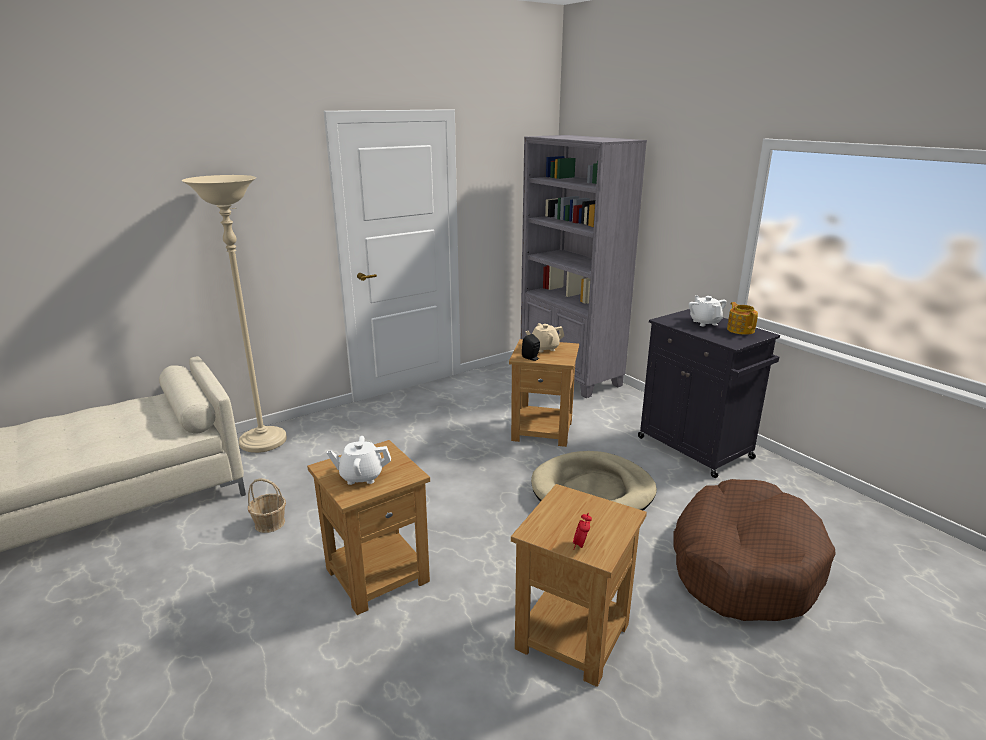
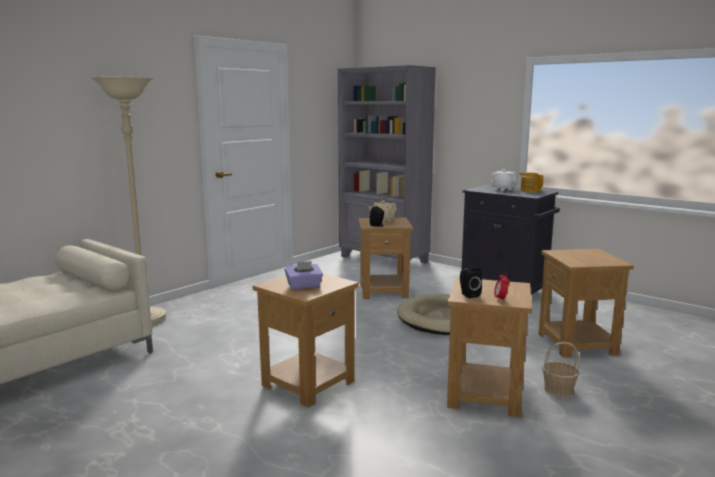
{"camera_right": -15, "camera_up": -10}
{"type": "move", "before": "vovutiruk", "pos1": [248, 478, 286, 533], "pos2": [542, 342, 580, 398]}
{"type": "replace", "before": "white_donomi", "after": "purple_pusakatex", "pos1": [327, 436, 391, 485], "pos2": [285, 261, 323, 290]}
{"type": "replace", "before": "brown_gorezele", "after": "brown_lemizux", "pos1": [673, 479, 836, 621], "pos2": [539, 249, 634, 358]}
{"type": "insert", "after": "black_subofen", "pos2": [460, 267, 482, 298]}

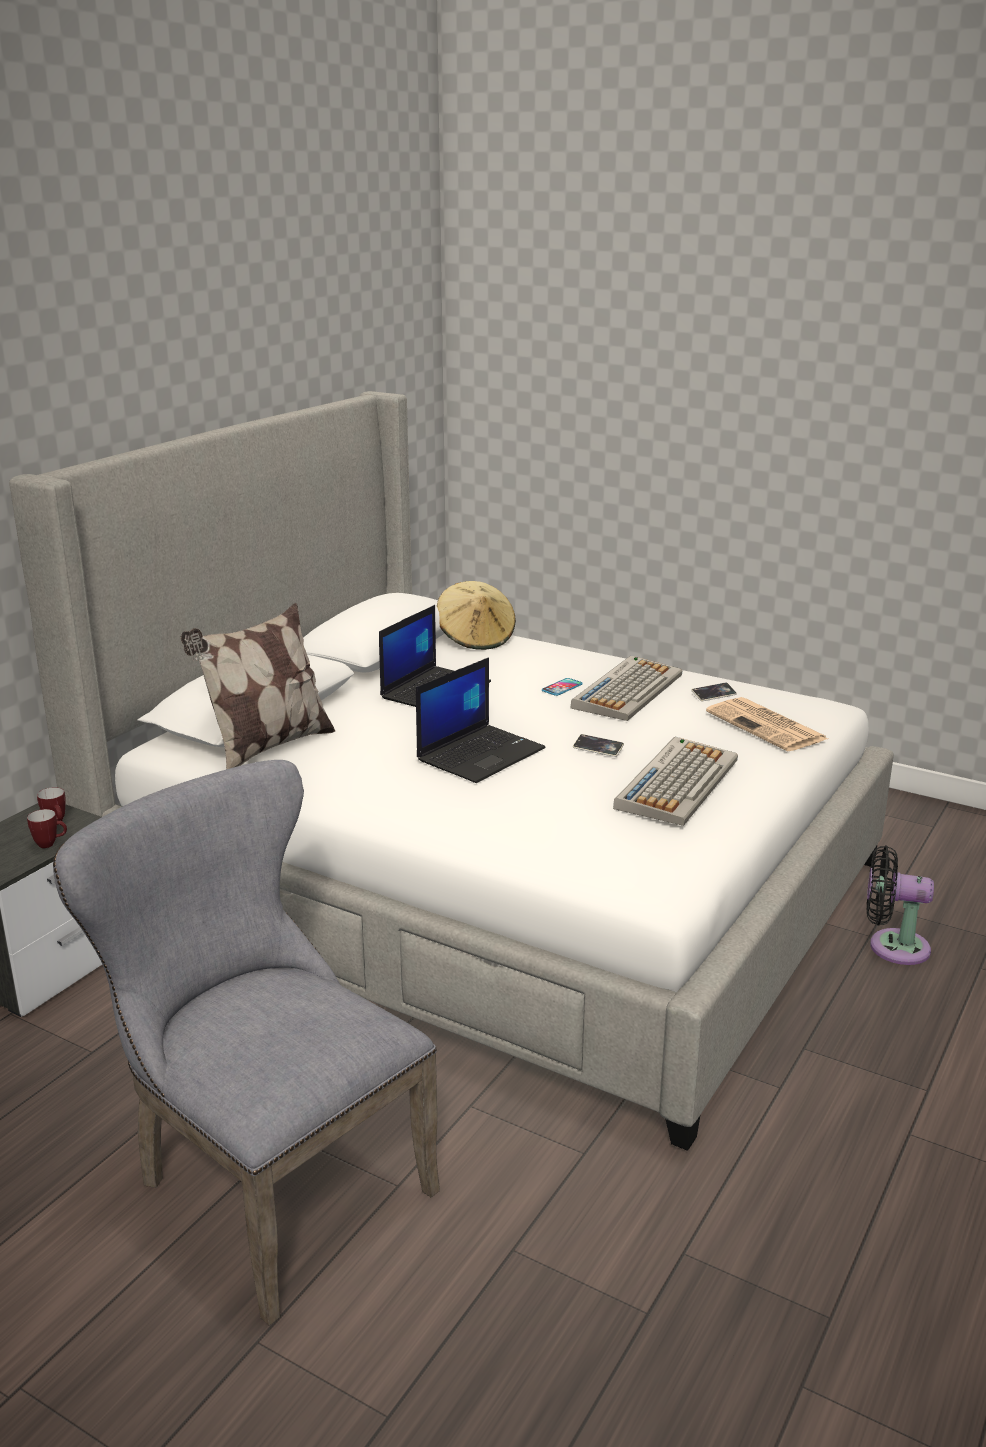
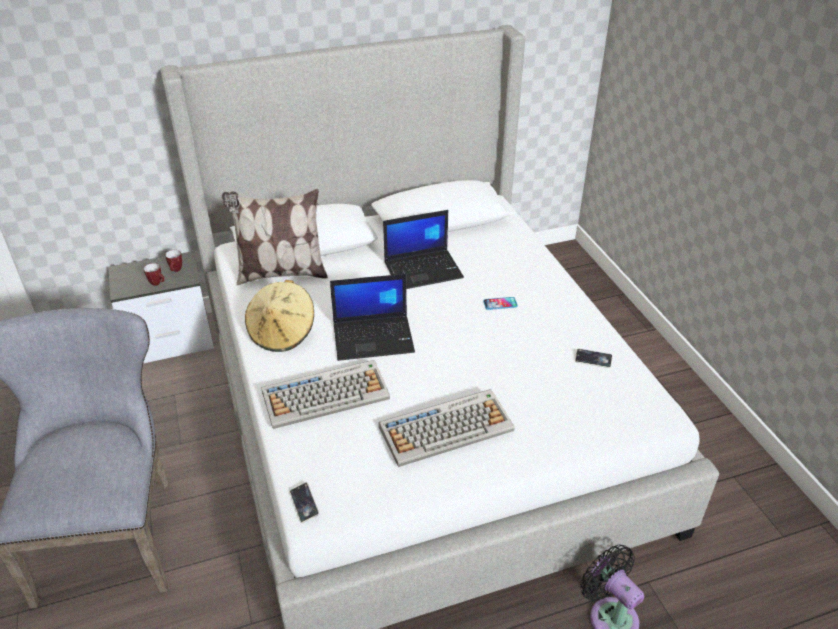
{"camera_right": 40, "camera_up": 15}
{"type": "move", "before": "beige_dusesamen", "pos1": [437, 581, 516, 650], "pos2": [245, 280, 314, 352]}
{"type": "move", "before": "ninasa", "pos1": [571, 656, 682, 721], "pos2": [261, 360, 390, 429]}
{"type": "move", "before": "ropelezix", "pos1": [573, 734, 624, 757], "pos2": [290, 482, 319, 523]}
{"type": "delete", "before": "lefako", "pos1": [706, 697, 828, 751]}

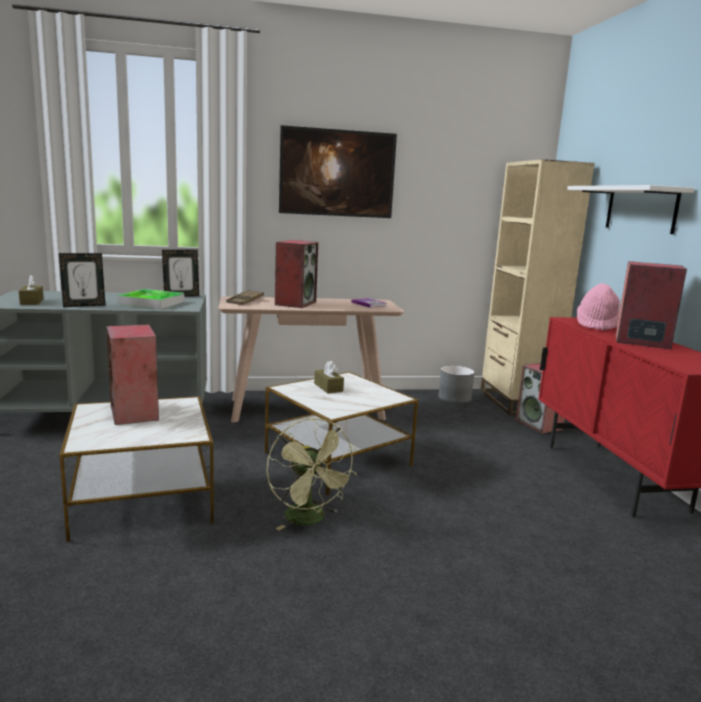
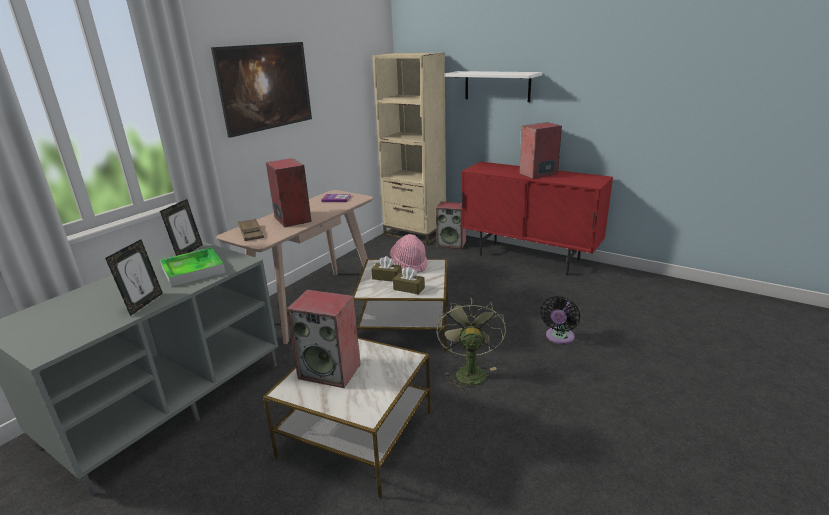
{"camera_right": -45, "camera_up": 10}
{"type": "move", "before": "brown_pusakatex", "pos1": [19, 275, 44, 305], "pos2": [393, 267, 425, 295]}
{"type": "rotate", "before": "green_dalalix", "pos1": [266, 418, 357, 530], "pos2": [437, 297, 506, 392], "turn": -105}
{"type": "delete", "before": "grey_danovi", "pos1": [438, 366, 475, 403]}
{"type": "move", "before": "pink_dusesamen", "pos1": [577, 284, 620, 331], "pos2": [390, 234, 427, 273]}
{"type": "insert", "after": "black_dalalix", "pos2": [540, 296, 580, 344]}

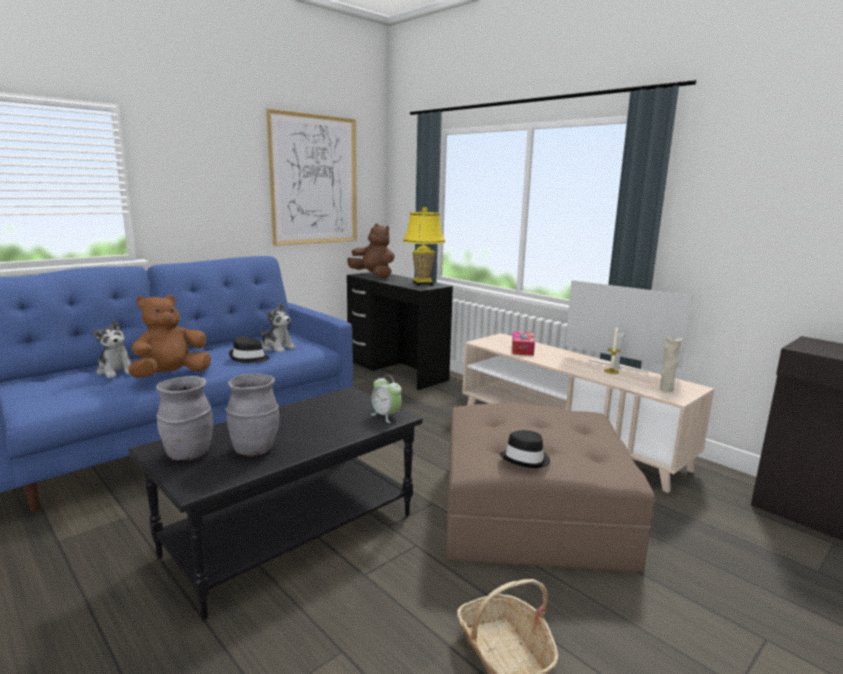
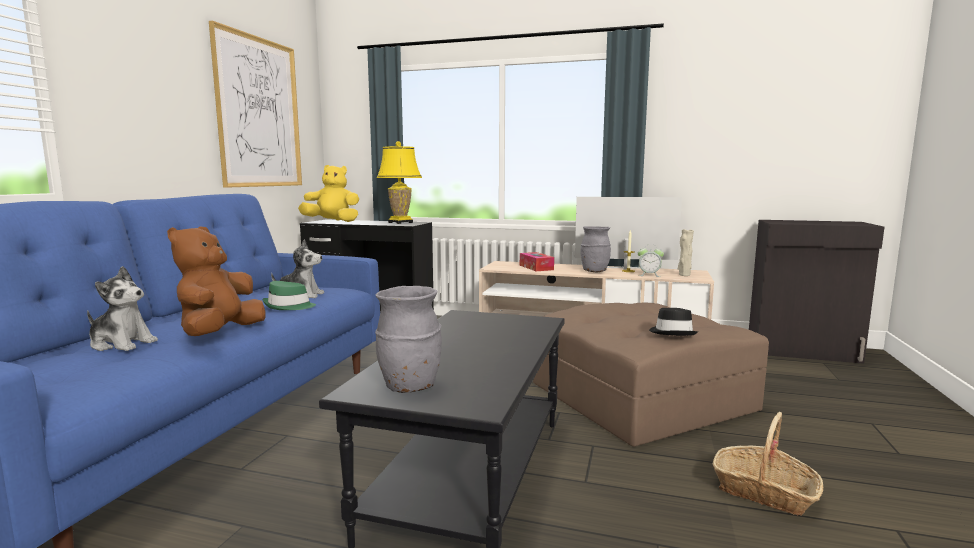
{"camera_right": -30, "camera_up": -5}
{"type": "move", "before": "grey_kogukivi", "pos1": [225, 374, 279, 457], "pos2": [580, 226, 611, 272]}
{"type": "recolor", "before": "black_dusesamen", "after": "green_dusesamen", "pos1": [229, 336, 270, 363], "pos2": [263, 281, 316, 310]}
{"type": "recolor", "before": "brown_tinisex", "after": "yellow_tinisex", "pos1": [347, 224, 395, 278], "pos2": [298, 165, 359, 222]}
{"type": "move", "before": "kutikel", "pos1": [371, 375, 402, 423], "pos2": [638, 244, 664, 277]}

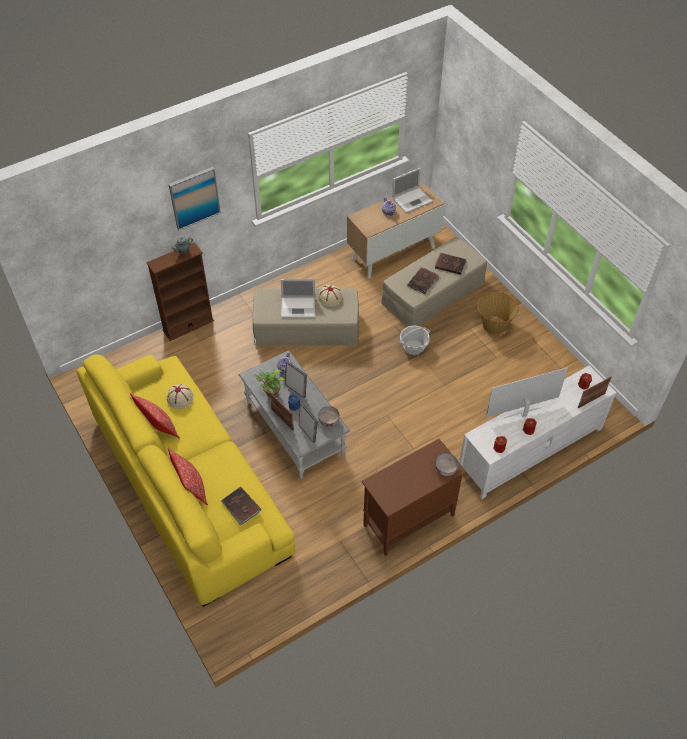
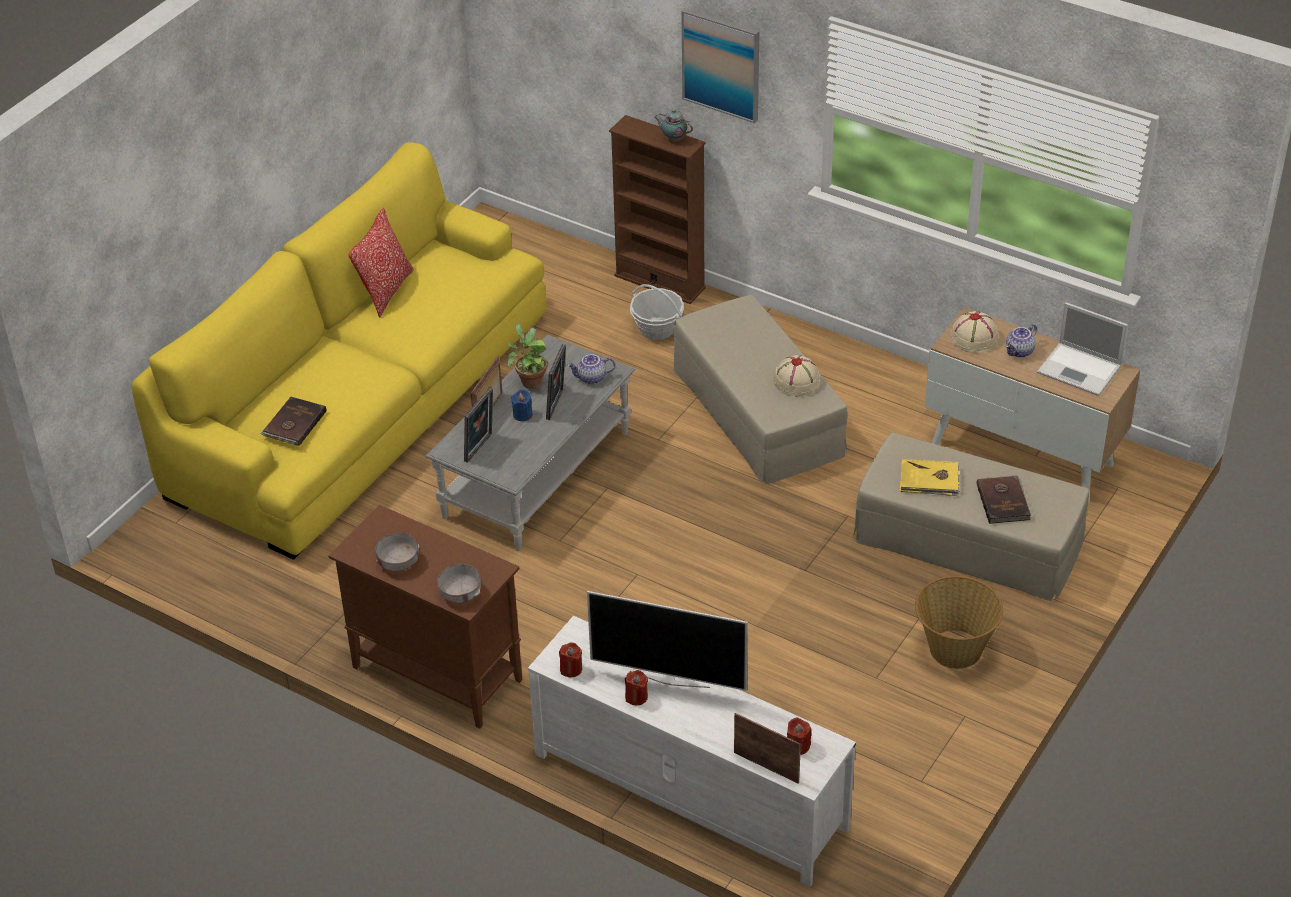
{"camera_right": 65, "camera_up": -10}
{"type": "move", "before": "beige_dusesamen", "pos1": [167, 384, 194, 409], "pos2": [950, 311, 999, 353]}
{"type": "delete", "before": "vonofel", "pos1": [168, 448, 208, 505]}
{"type": "delete", "before": "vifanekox", "pos1": [281, 279, 315, 317]}
{"type": "move", "before": "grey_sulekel", "pos1": [318, 406, 340, 427], "pos2": [375, 533, 420, 571]}
{"type": "move", "before": "vovutiruk", "pos1": [399, 325, 430, 355], "pos2": [630, 284, 684, 340]}
{"type": "recolor", "before": "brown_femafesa", "after": "yellow_femafesa", "pos1": [408, 267, 439, 294], "pos2": [900, 459, 960, 496]}
{"type": "rotate", "before": "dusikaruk", "pos1": [486, 367, 568, 418], "pos2": [587, 591, 748, 691], "turn": 150}

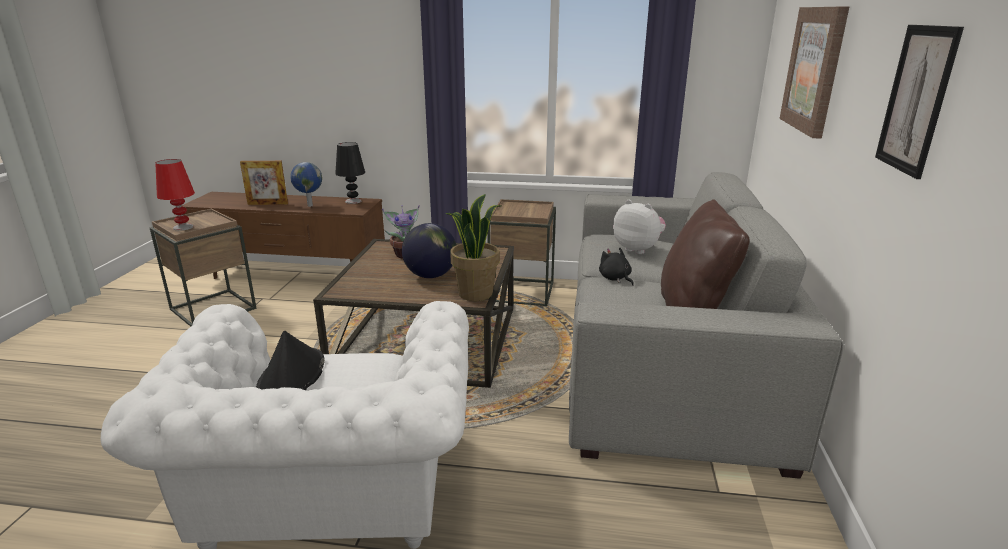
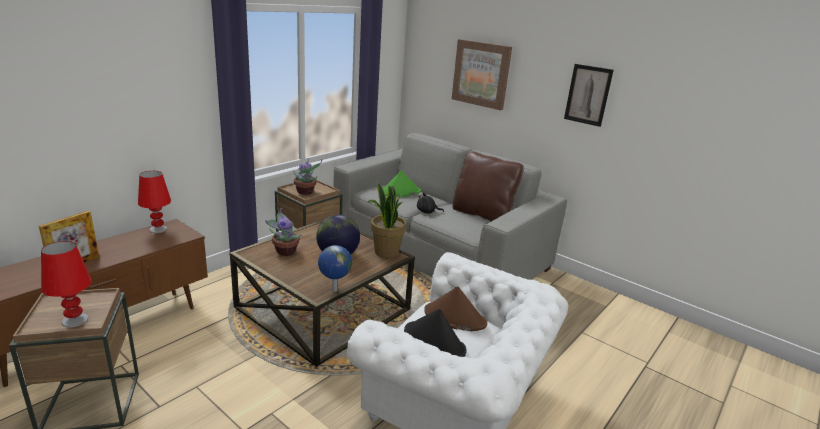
{"camera_right": -60, "camera_up": 0}
{"type": "move", "before": "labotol", "pos1": [290, 162, 322, 207], "pos2": [318, 245, 352, 292]}
{"type": "recolor", "before": "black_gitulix", "after": "red_gitulix", "pos1": [335, 142, 365, 204], "pos2": [138, 171, 171, 233]}
{"type": "replace", "before": "tinisex", "after": "green_dusesamen", "pos1": [613, 200, 666, 254], "pos2": [383, 170, 421, 197]}
{"type": "insert", "after": "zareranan", "pos2": [293, 158, 322, 195]}
{"type": "insert", "after": "brown_dusesamen", "pos2": [424, 286, 487, 331]}

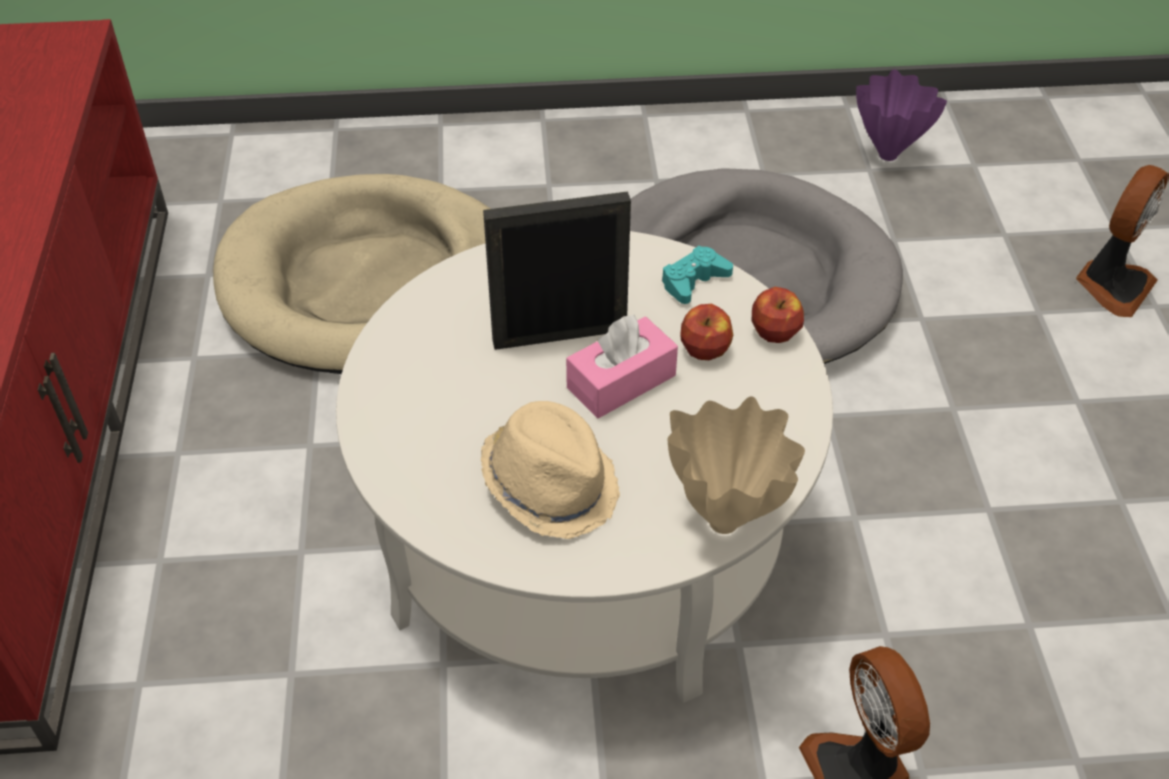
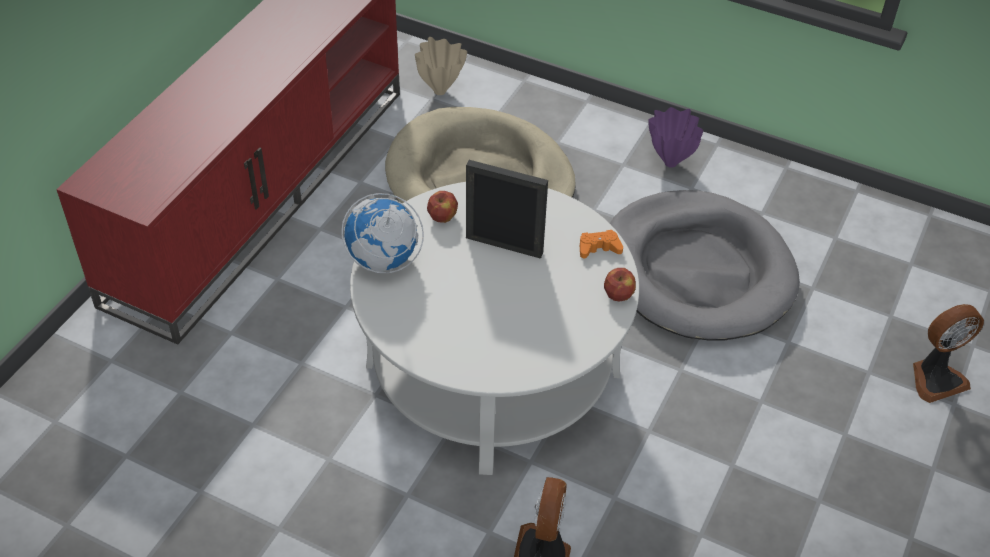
{"camera_right": 30, "camera_up": 0}
{"type": "delete", "before": "beige_dusesamen", "pos1": [481, 401, 620, 539]}
{"type": "delete", "before": "pink_pusakatex", "pos1": [566, 314, 678, 418]}
{"type": "recolor", "before": "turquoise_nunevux", "after": "orange_nunevux", "pos1": [662, 246, 733, 304], "pos2": [579, 230, 623, 258]}
{"type": "move", "before": "beige_kogukivi", "pos1": [668, 397, 805, 534], "pos2": [415, 37, 467, 95]}
{"type": "move", "before": "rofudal", "pos1": [680, 304, 733, 360], "pos2": [427, 191, 458, 223]}
{"type": "move", "before": "purple_kogukivi", "pos1": [856, 69, 947, 161], "pos2": [648, 107, 703, 168]}
{"type": "insert", "after": "labotol", "pos2": [341, 193, 424, 273]}

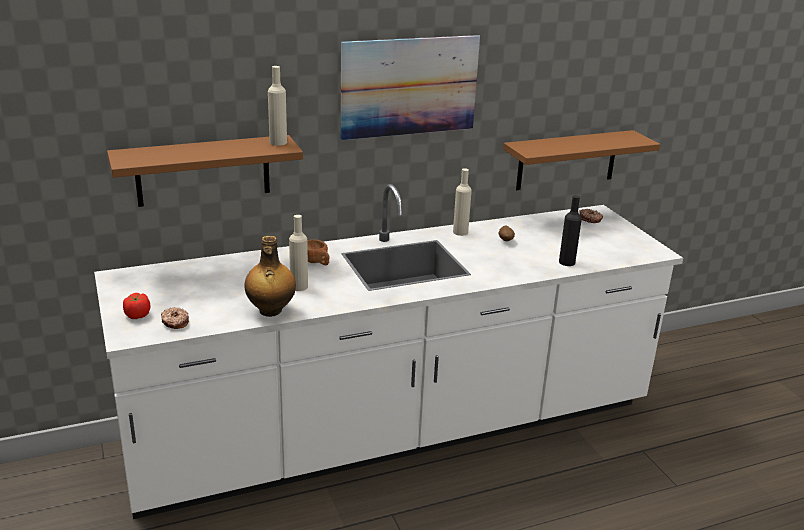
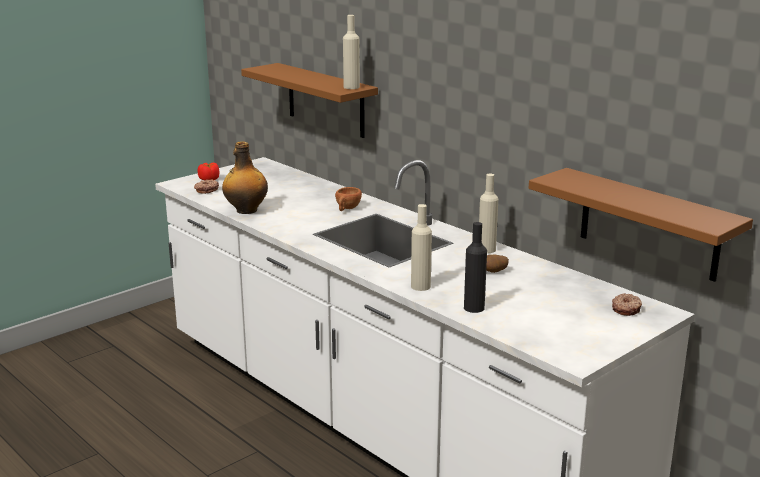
{"camera_right": 70, "camera_up": -5}
{"type": "move", "before": "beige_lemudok", "pos1": [289, 215, 308, 291], "pos2": [411, 204, 432, 291]}
{"type": "delete", "before": "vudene", "pos1": [341, 35, 480, 140]}

